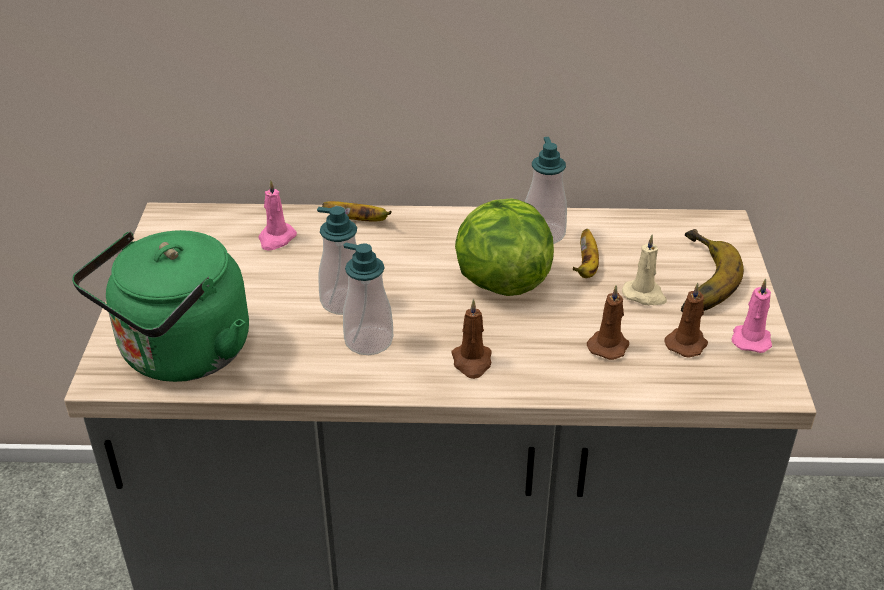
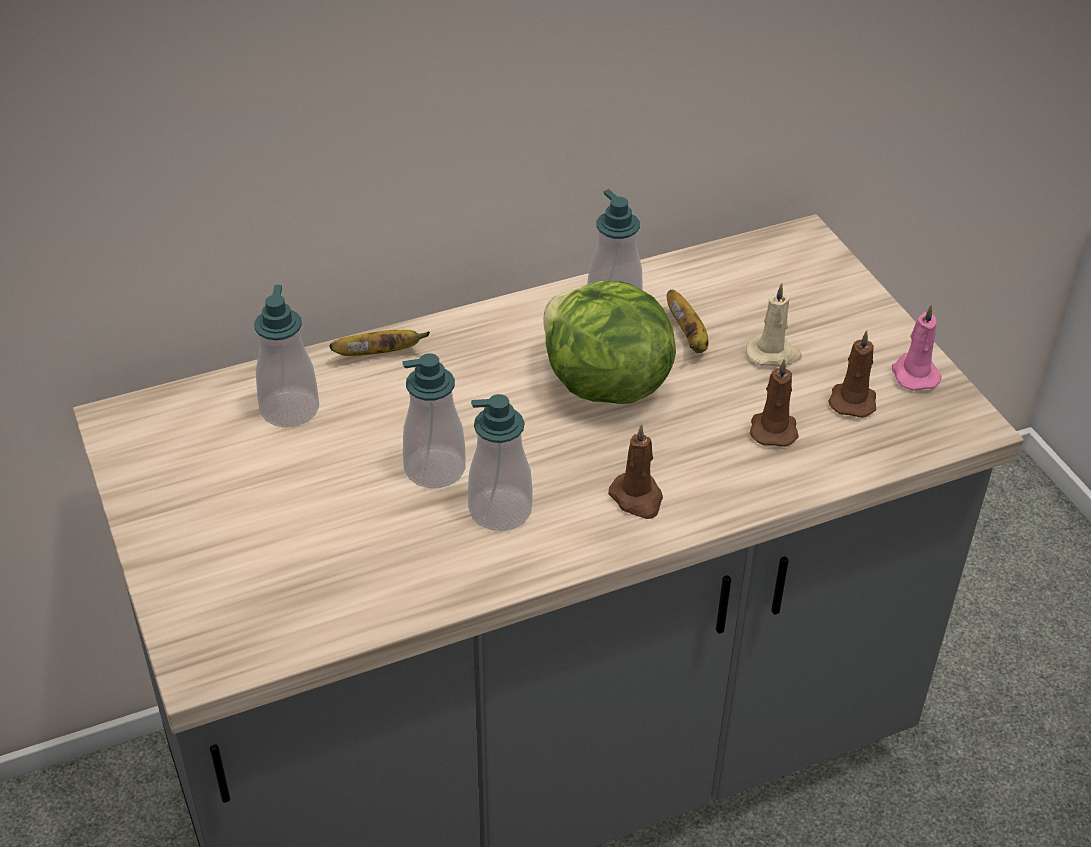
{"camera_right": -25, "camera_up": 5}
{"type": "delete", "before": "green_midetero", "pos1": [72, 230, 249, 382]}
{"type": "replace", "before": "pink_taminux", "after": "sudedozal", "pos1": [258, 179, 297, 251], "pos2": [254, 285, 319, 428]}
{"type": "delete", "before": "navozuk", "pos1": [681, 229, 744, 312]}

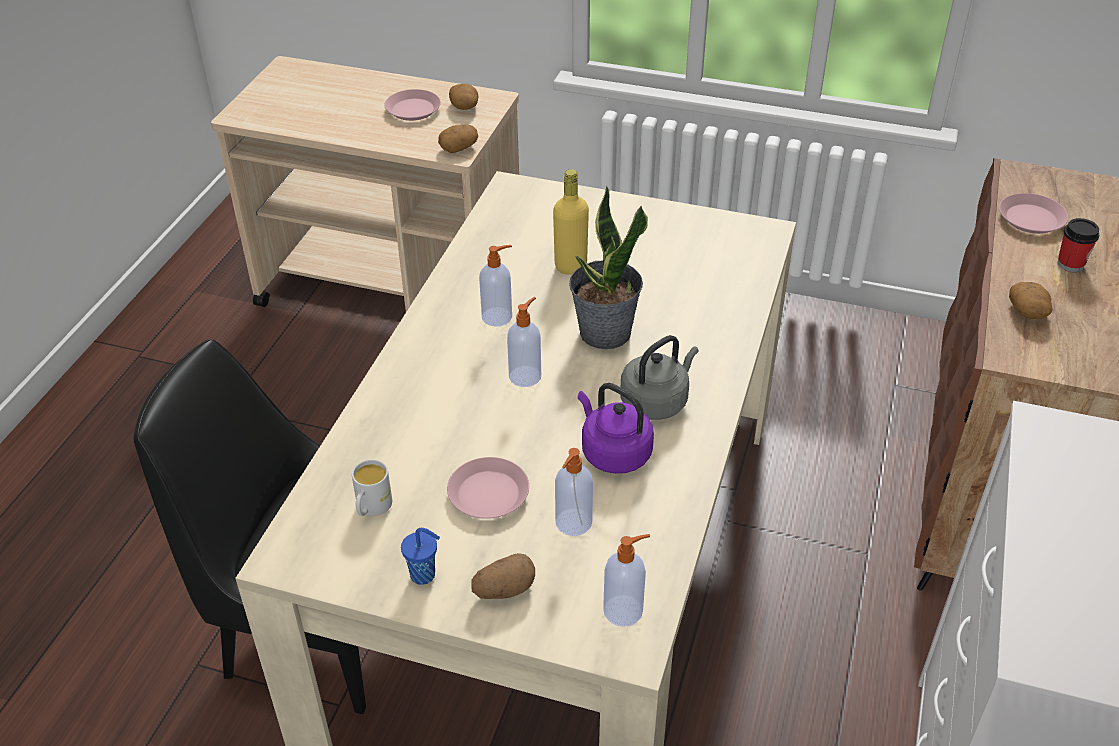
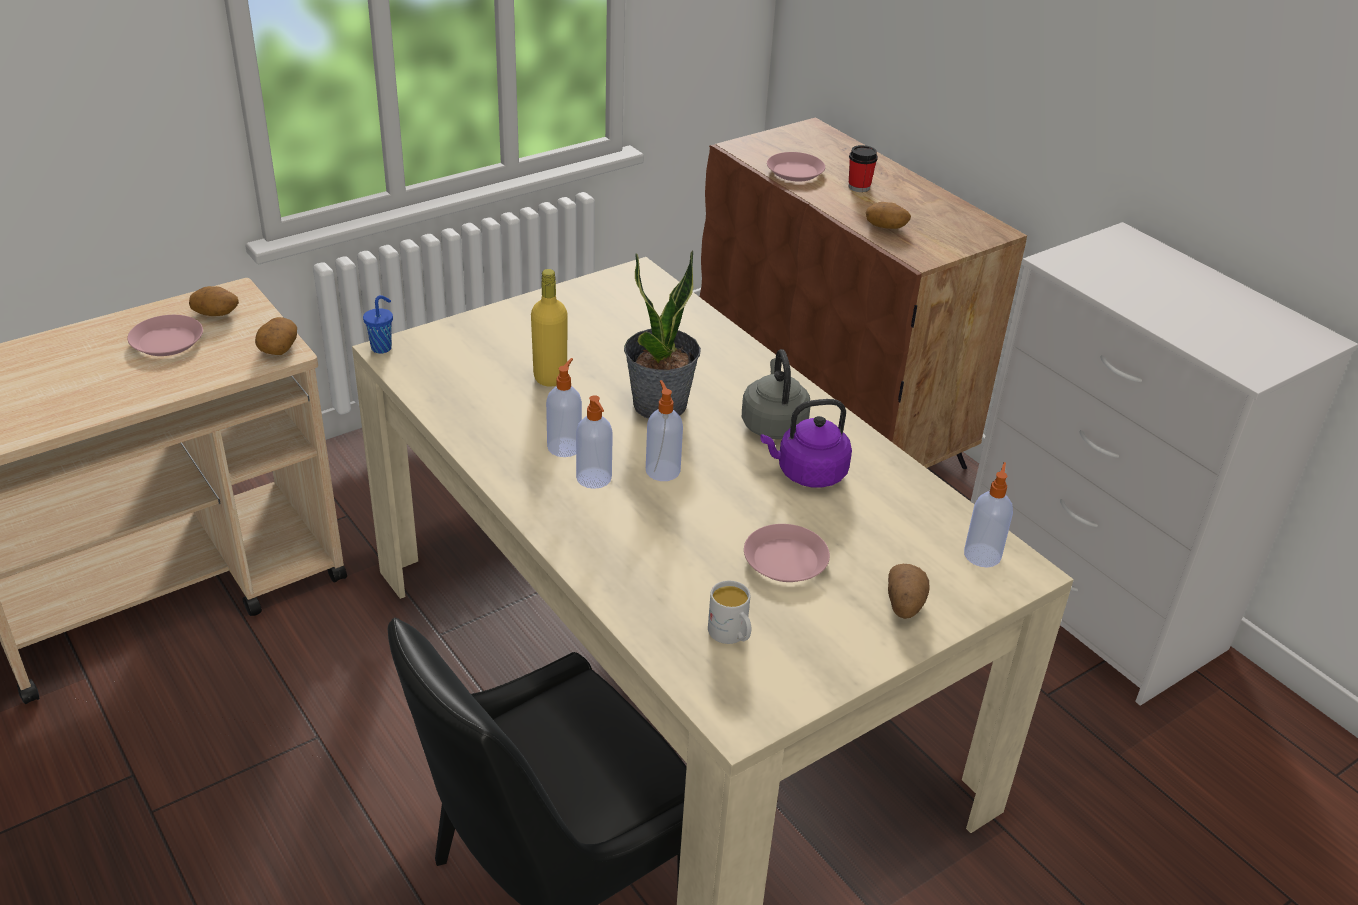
{"camera_right": -55, "camera_up": -5}
{"type": "move", "before": "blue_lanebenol", "pos1": [401, 528, 440, 585], "pos2": [363, 295, 393, 354]}
{"type": "move", "before": "sudedozal", "pos1": [555, 448, 593, 536], "pos2": [576, 395, 613, 489]}

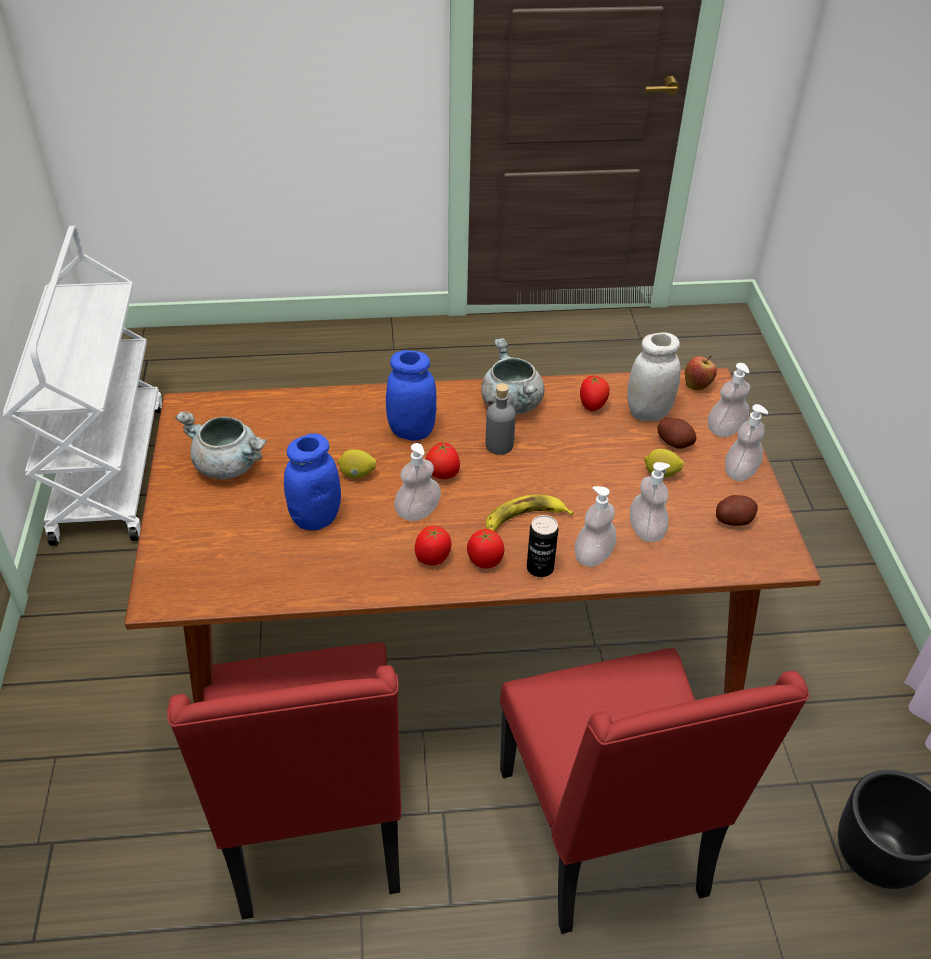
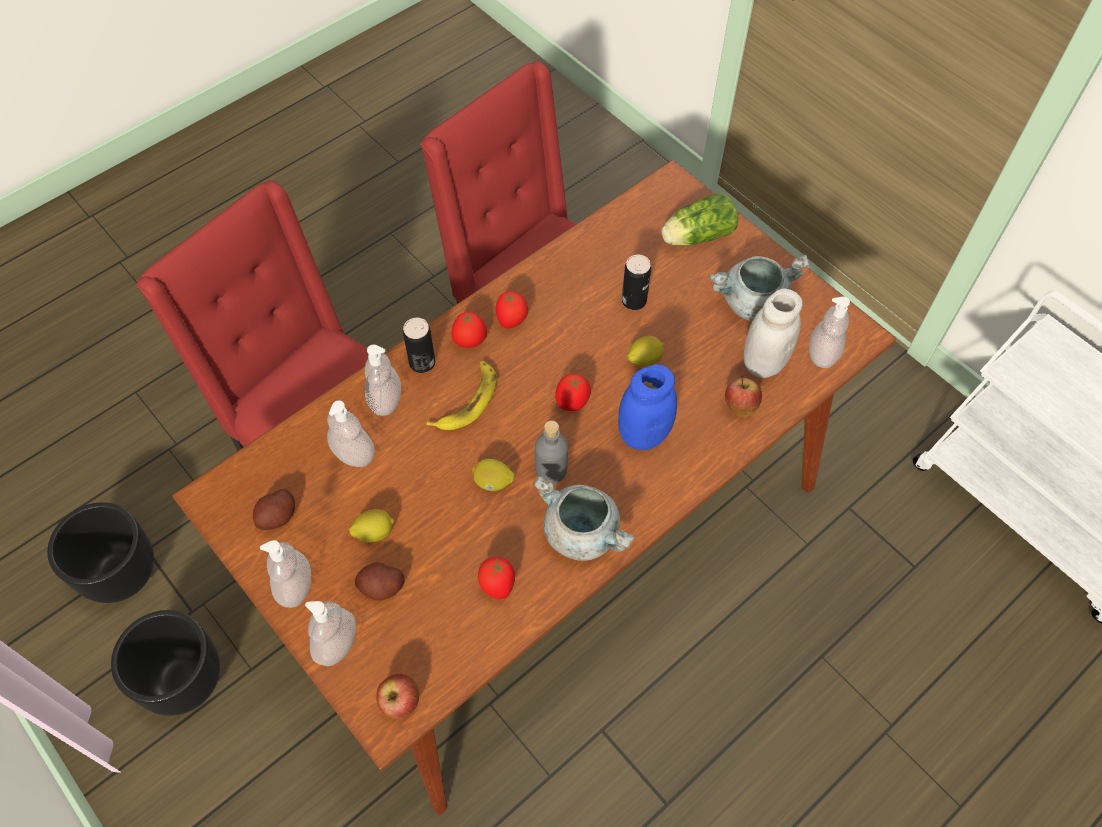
{"camera_right": 145, "camera_up": 15}
{"type": "replace", "before": "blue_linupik", "after": "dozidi", "pos1": [284, 434, 341, 530], "pos2": [622, 255, 651, 310]}
{"type": "move", "before": "sudedozal", "pos1": [394, 443, 441, 521], "pos2": [809, 297, 850, 368]}
{"type": "move", "before": "white_linupik", "pos1": [627, 332, 681, 421], "pos2": [744, 289, 803, 378]}
{"type": "insert", "after": "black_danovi", "pos2": [111, 610, 220, 716]}
{"type": "insert", "after": "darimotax", "pos2": [472, 459, 514, 491]}
{"type": "insert", "after": "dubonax", "pos2": [661, 194, 738, 246]}
{"type": "insert", "after": "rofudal", "pos2": [725, 376, 762, 417]}

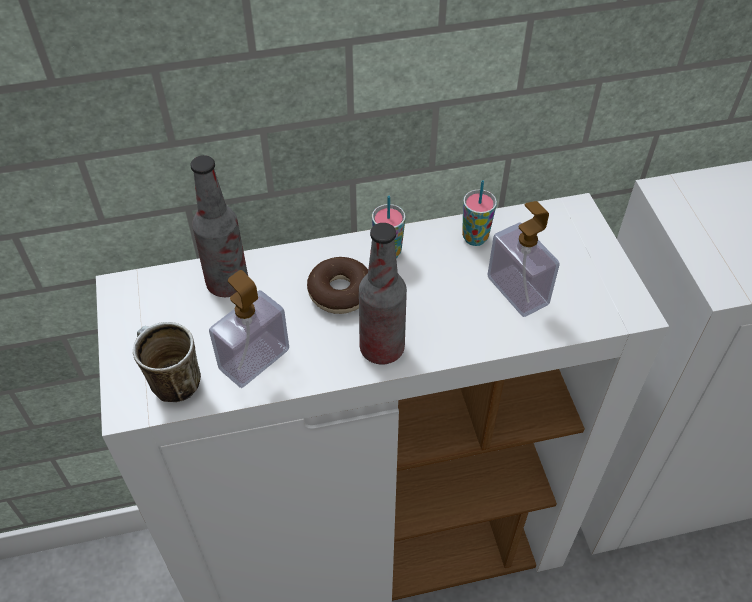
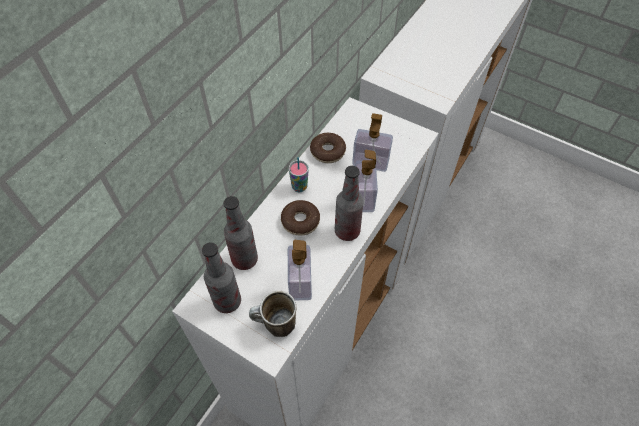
{"camera_right": -45, "camera_up": 5}
{"type": "replace", "before": "lanebenol", "after": "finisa", "pos1": [462, 181, 497, 246], "pos2": [310, 133, 346, 163]}
{"type": "insert", "after": "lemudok", "pos2": [202, 242, 241, 313]}
{"type": "insert", "after": "sudedozal", "pos2": [355, 150, 378, 212]}

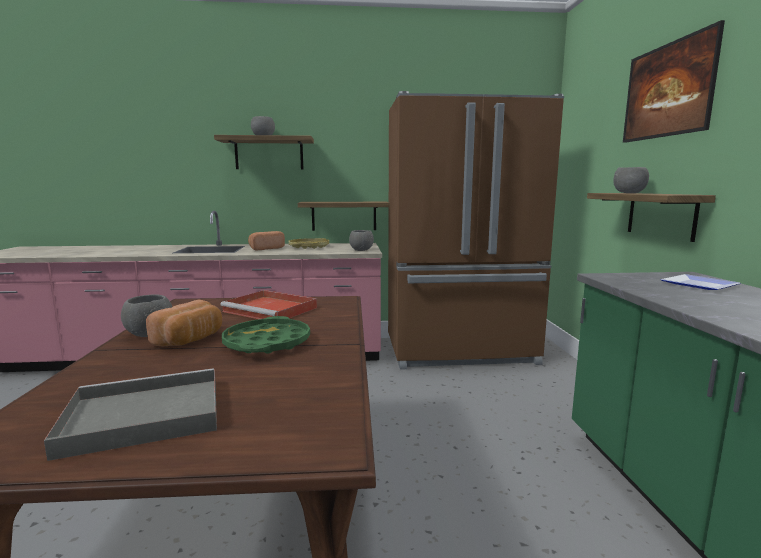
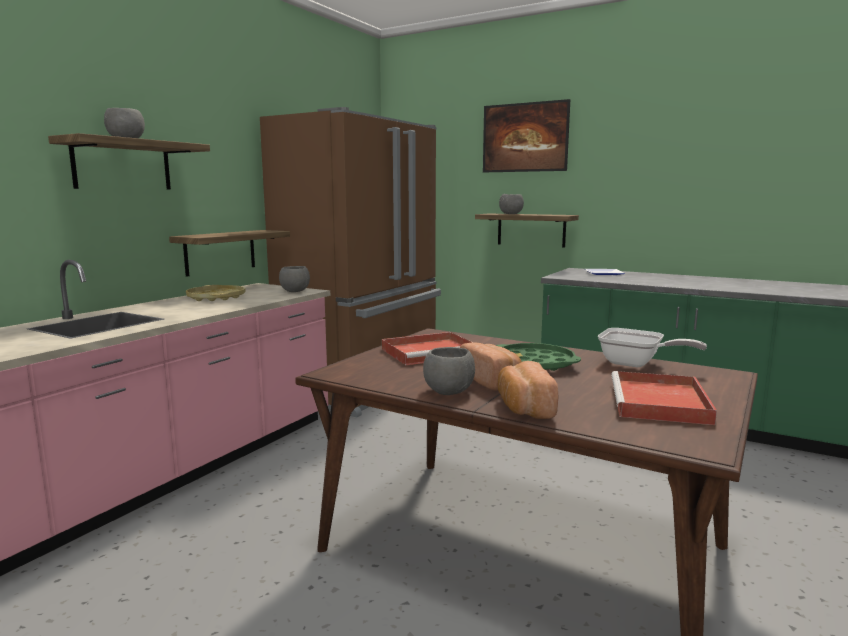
{"camera_right": -55, "camera_up": 0}
{"type": "recolor", "before": "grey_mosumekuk", "after": "red_mosumekuk", "pos1": [44, 368, 217, 461], "pos2": [611, 371, 717, 425]}
{"type": "move", "before": "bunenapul", "pos1": [248, 231, 285, 250], "pos2": [497, 361, 558, 419]}
{"type": "insert", "after": "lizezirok", "pos2": [598, 328, 707, 367]}

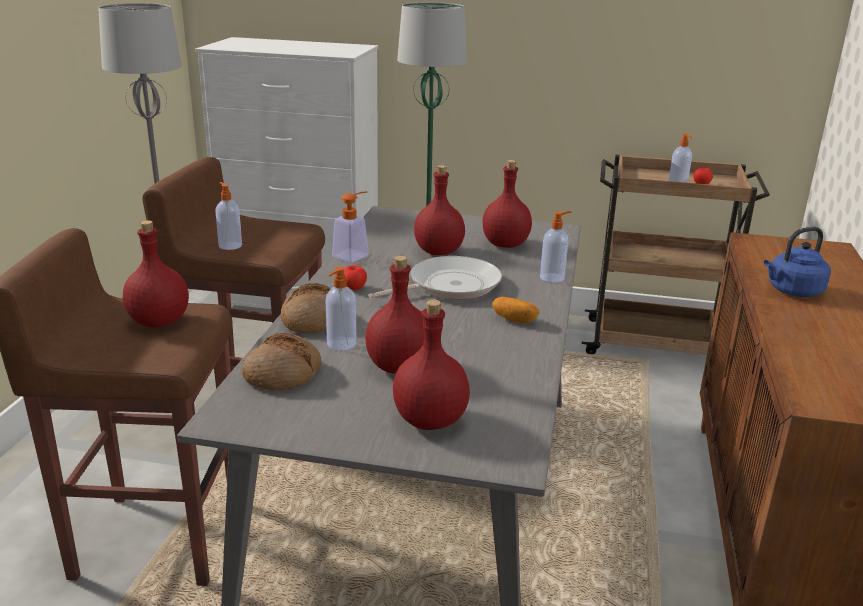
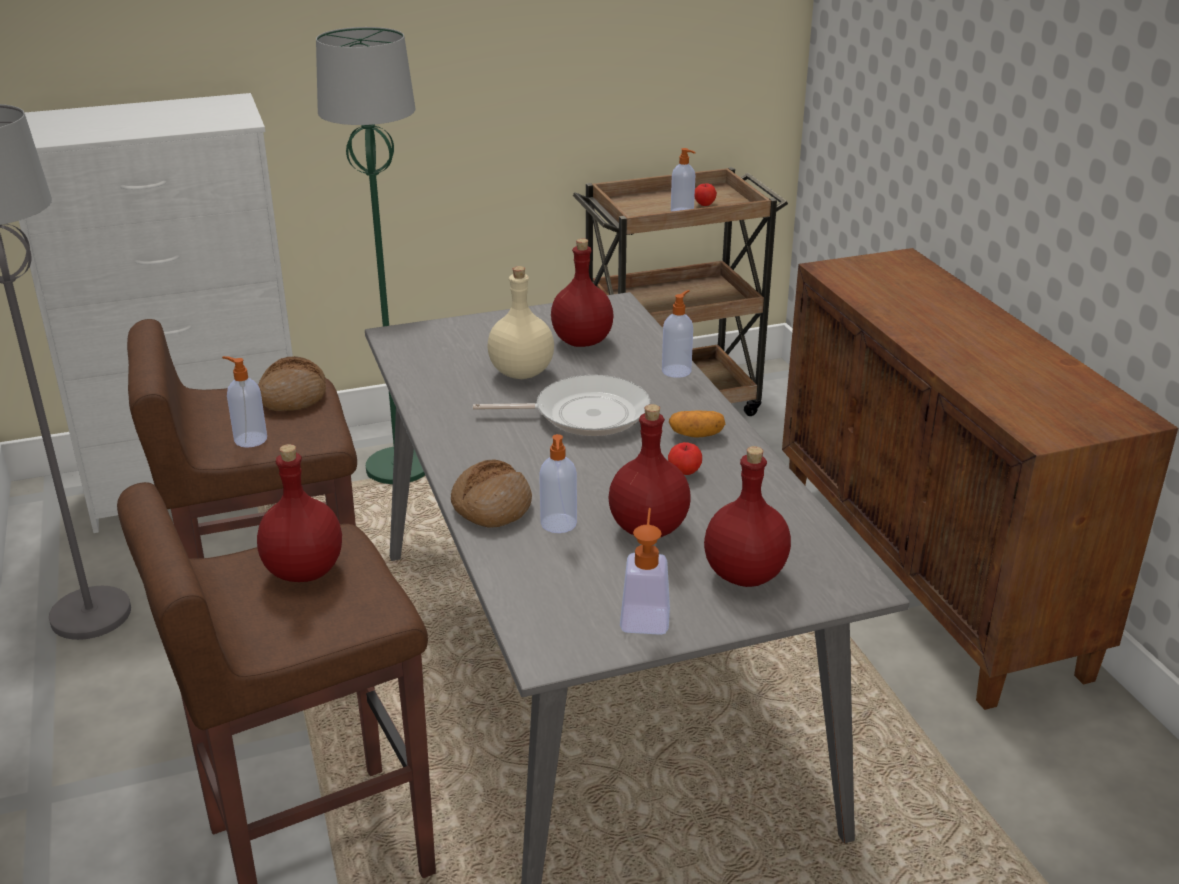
{"camera_right": -30, "camera_up": 5}
{"type": "move", "before": "bunenapul", "pos1": [242, 333, 322, 390], "pos2": [258, 356, 326, 411]}
{"type": "move", "before": "sudedozal", "pos1": [332, 191, 369, 262], "pos2": [620, 508, 670, 635]}
{"type": "move", "before": "rofudal", "pos1": [344, 265, 367, 290], "pos2": [668, 442, 702, 475]}
{"type": "rotate", "before": "lizezirok", "pos1": [368, 256, 502, 299], "pos2": [473, 375, 650, 436], "turn": 60}
{"type": "recolor", "before": "red_lemudok", "after": "beige_lemudok", "pos1": [414, 165, 465, 255], "pos2": [487, 266, 554, 379]}
{"type": "delete", "before": "blue_midetero", "pos1": [764, 227, 831, 297]}

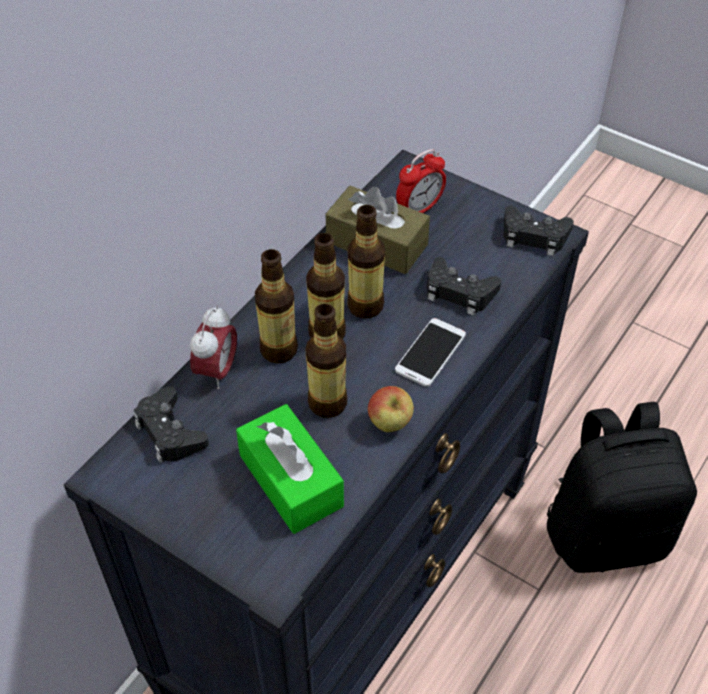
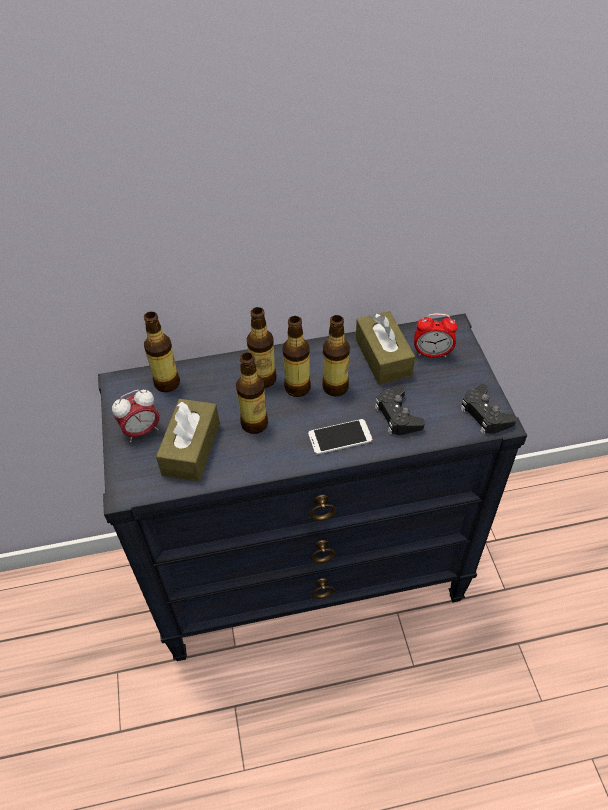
{"camera_right": 45, "camera_up": 0}
{"type": "replace", "before": "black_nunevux", "after": "lemudok", "pos1": [133, 386, 209, 463], "pos2": [144, 312, 180, 392]}
{"type": "move", "before": "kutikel", "pos1": [190, 305, 237, 389], "pos2": [112, 390, 159, 442]}
{"type": "recolor", "before": "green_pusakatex", "after": "brown_pusakatex", "pos1": [236, 404, 344, 534], "pos2": [156, 399, 220, 482]}
{"type": "delete", "before": "rofudal", "pos1": [368, 386, 414, 432]}
{"type": "delete", "before": "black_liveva", "pos1": [547, 402, 697, 573]}

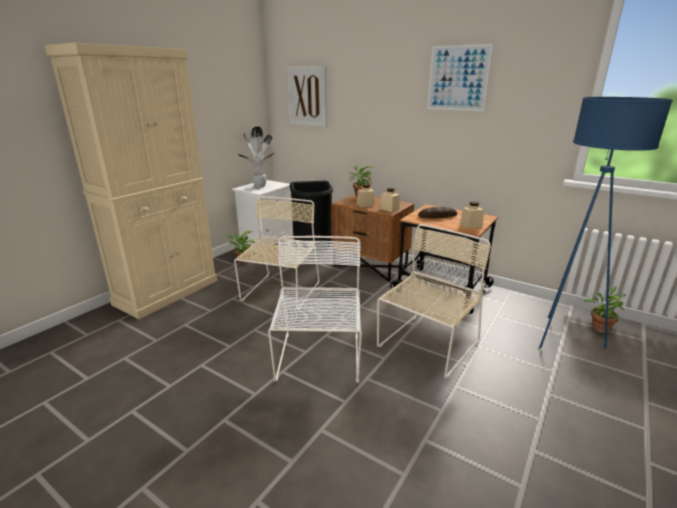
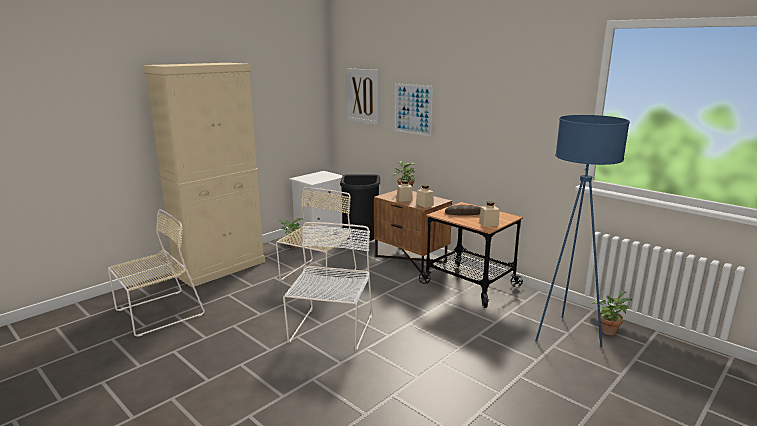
{"camera_right": 10, "camera_up": -5}
{"type": "delete", "before": "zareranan", "pos1": [239, 127, 275, 188]}
{"type": "move", "before": "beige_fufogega", "pos1": [377, 224, 491, 378], "pos2": [108, 209, 205, 337]}
{"type": "move", "before": "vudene", "pos1": [427, 44, 493, 111], "pos2": [395, 83, 433, 136]}

